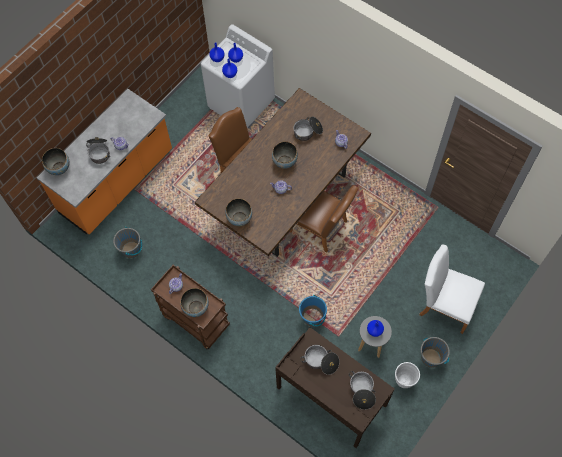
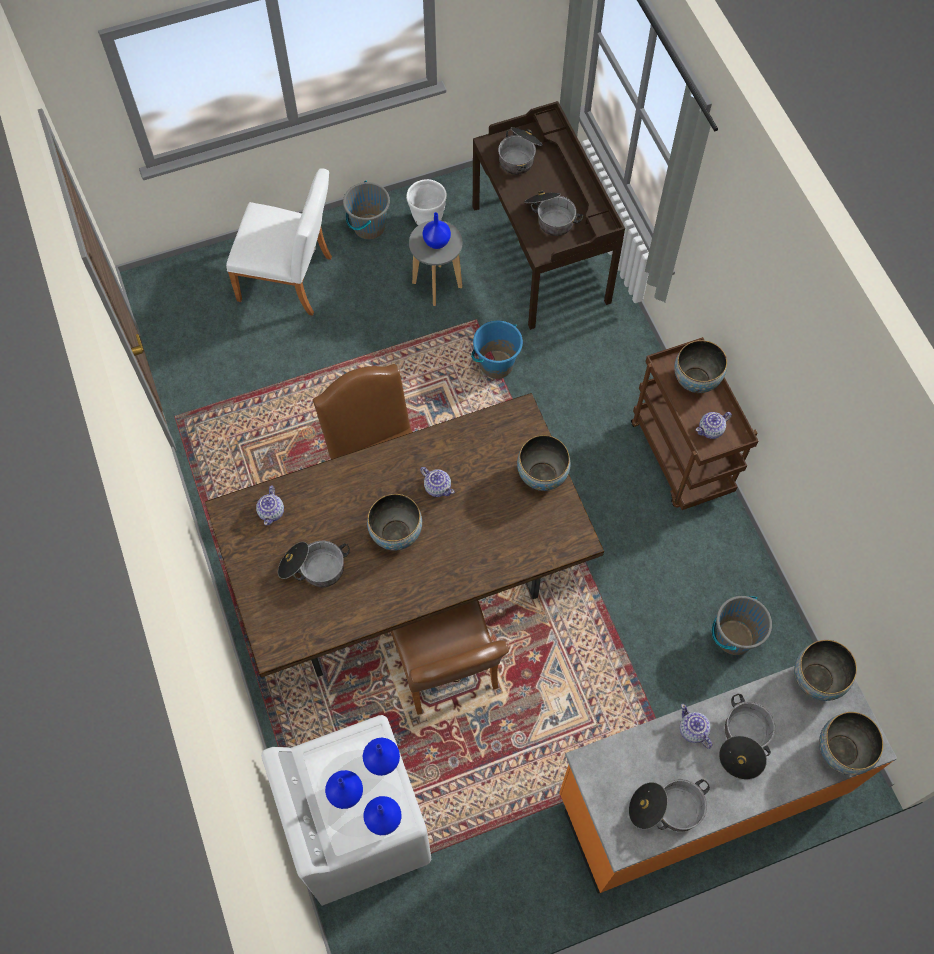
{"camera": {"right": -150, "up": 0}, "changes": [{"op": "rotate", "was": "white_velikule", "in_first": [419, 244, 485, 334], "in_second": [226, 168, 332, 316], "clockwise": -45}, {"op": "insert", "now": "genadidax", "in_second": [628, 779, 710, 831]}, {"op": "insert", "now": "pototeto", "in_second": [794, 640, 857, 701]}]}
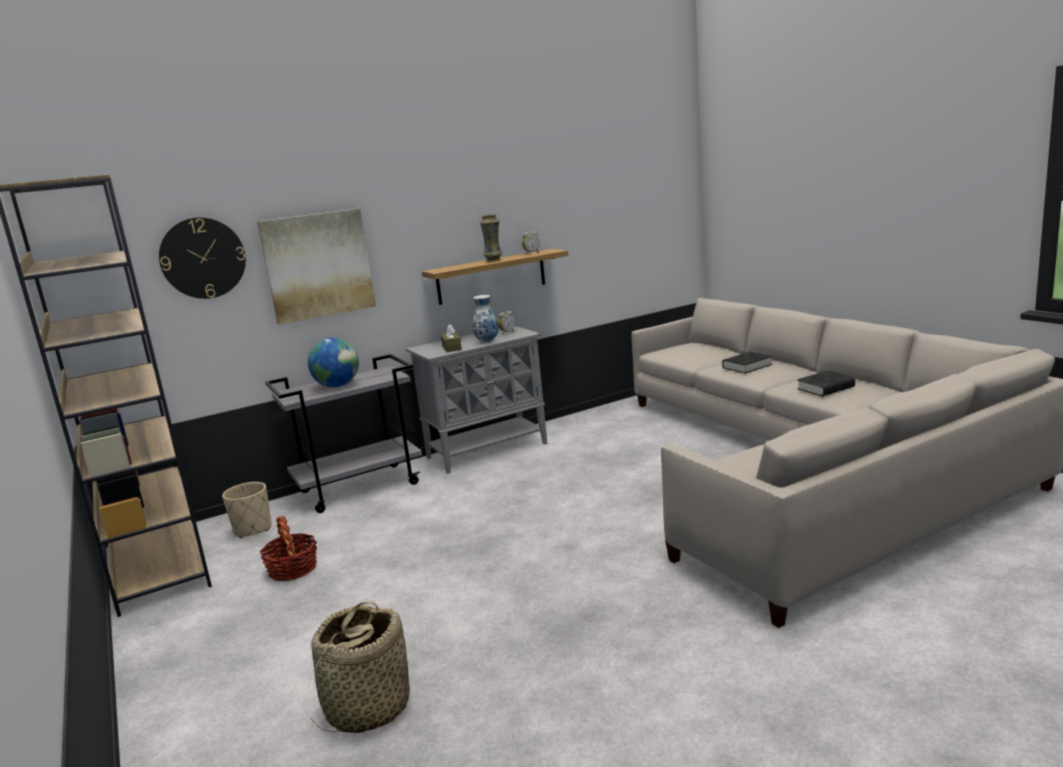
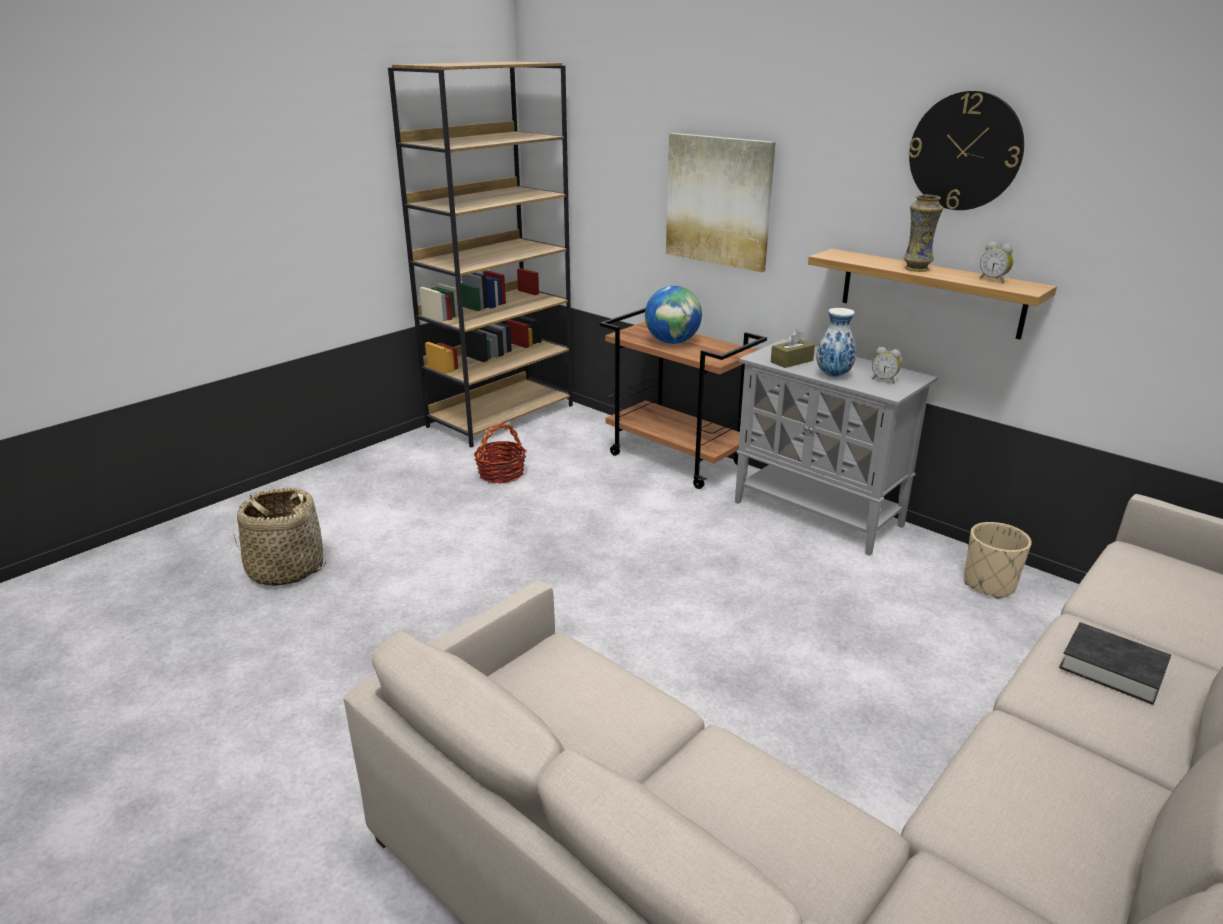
{"camera": {"right": 70, "up": 10}, "changes": [{"op": "move", "was": "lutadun", "in_first": [159, 218, 246, 299], "in_second": [909, 91, 1024, 210]}, {"op": "move", "was": "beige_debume", "in_first": [222, 482, 271, 538], "in_second": [964, 522, 1032, 599]}, {"op": "recolor", "was": "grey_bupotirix", "now": "brown_bupotirix", "in_first": [265, 354, 422, 513], "in_second": [600, 308, 767, 489]}, {"op": "delete", "was": "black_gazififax", "in_first": [797, 371, 855, 396]}]}
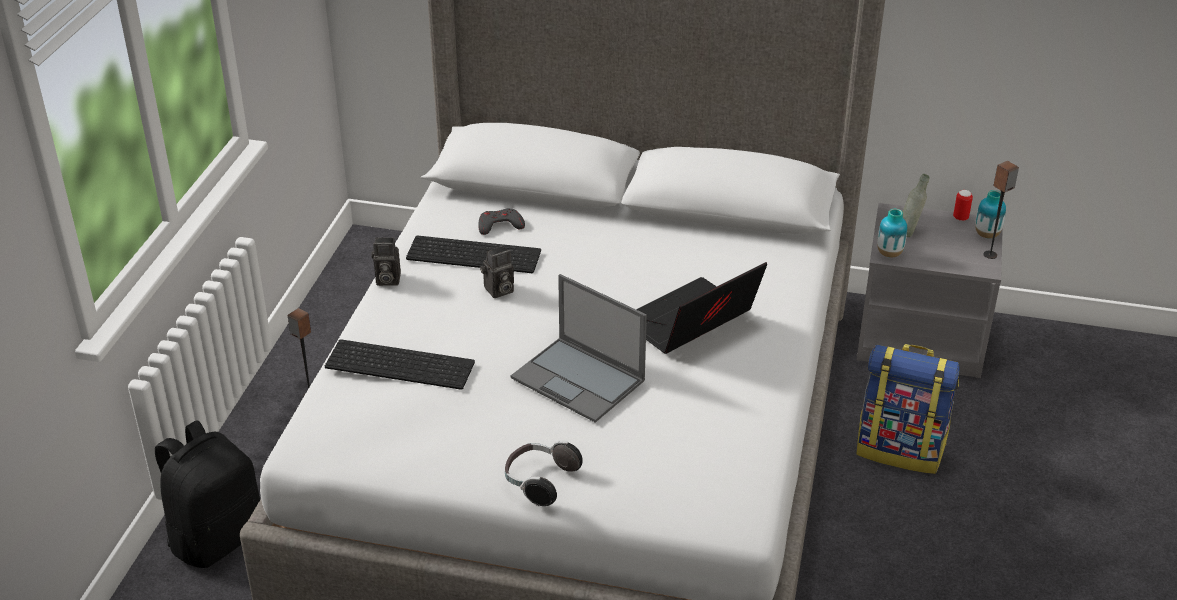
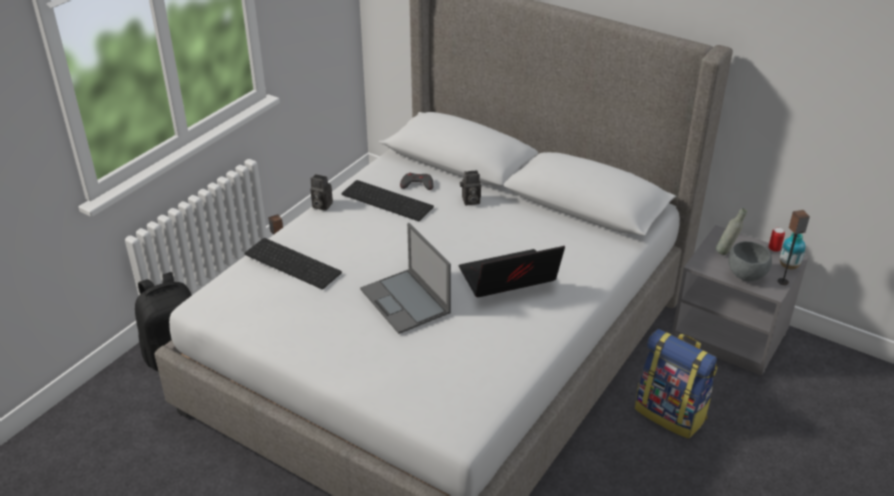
{"camera": {"right": 20, "up": 0}, "changes": [{"op": "move", "was": "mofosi", "in_first": [480, 245, 514, 298], "in_second": [460, 170, 481, 205]}, {"op": "delete", "was": "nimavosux", "in_first": [505, 440, 583, 506]}, {"op": "delete", "was": "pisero", "in_first": [877, 209, 907, 258]}, {"op": "insert", "now": "grey_pototeto", "in_second": [728, 241, 772, 281]}]}
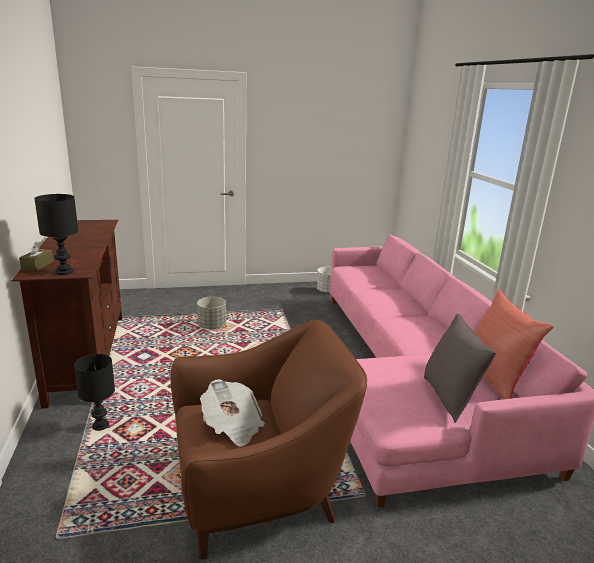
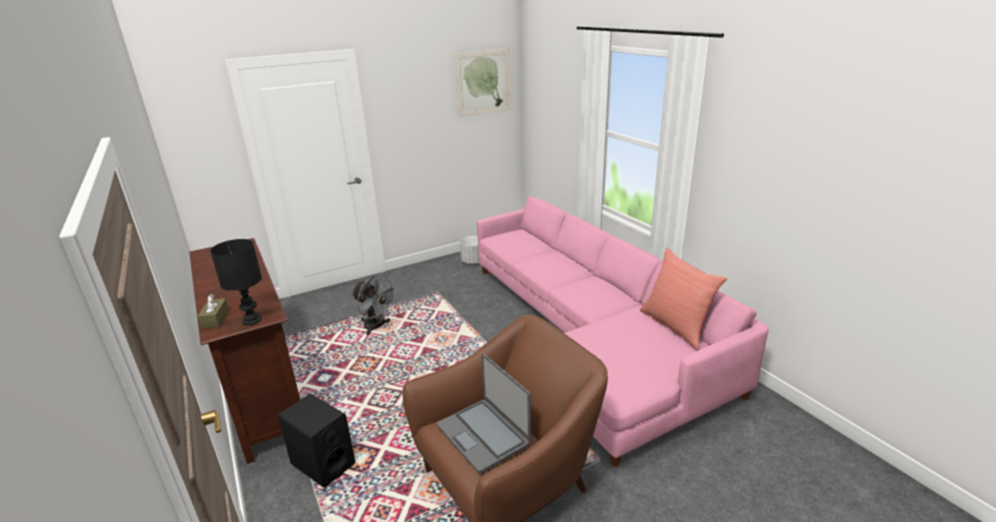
{"camera": {"right": -15, "up": 5}, "changes": [{"op": "replace", "was": "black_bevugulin", "now": "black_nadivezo", "in_first": [74, 354, 115, 431], "in_second": [278, 394, 355, 488]}, {"op": "replace", "was": "grey_debume", "now": "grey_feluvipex", "in_first": [197, 297, 226, 330], "in_second": [352, 275, 398, 335]}, {"op": "replace", "was": "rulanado", "now": "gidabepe", "in_first": [200, 379, 265, 447], "in_second": [437, 353, 531, 473]}, {"op": "delete", "was": "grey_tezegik", "in_first": [424, 314, 496, 423]}, {"op": "insert", "now": "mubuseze", "in_second": [455, 49, 511, 117]}]}
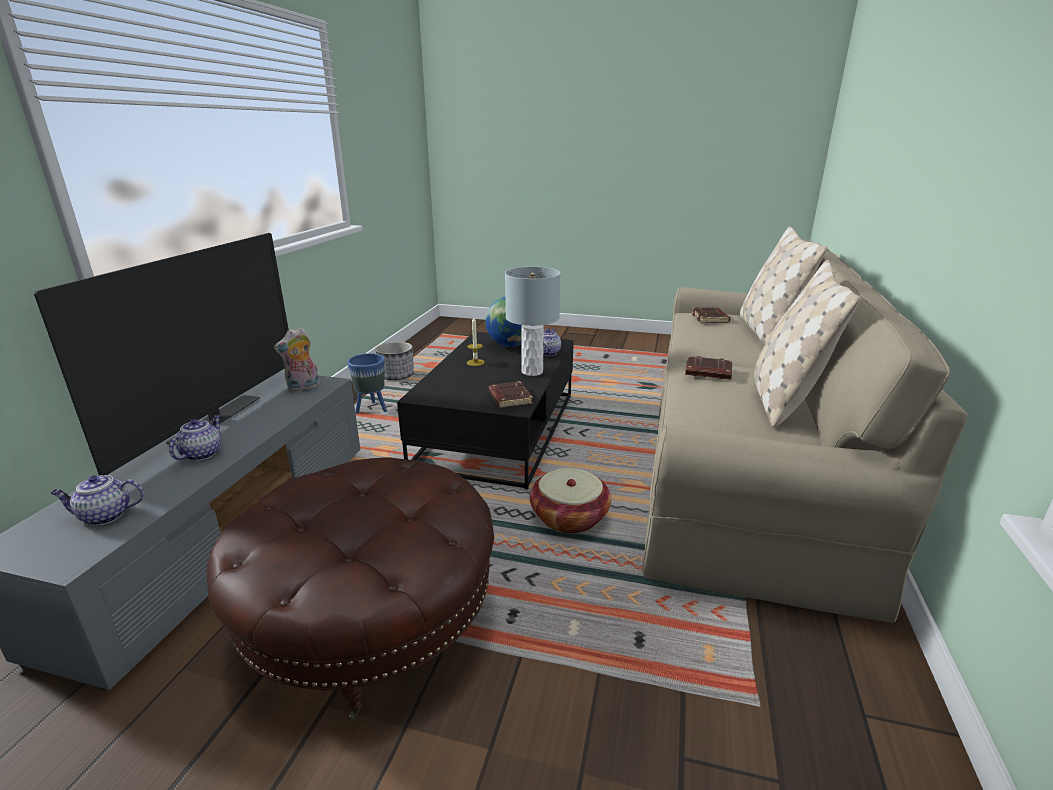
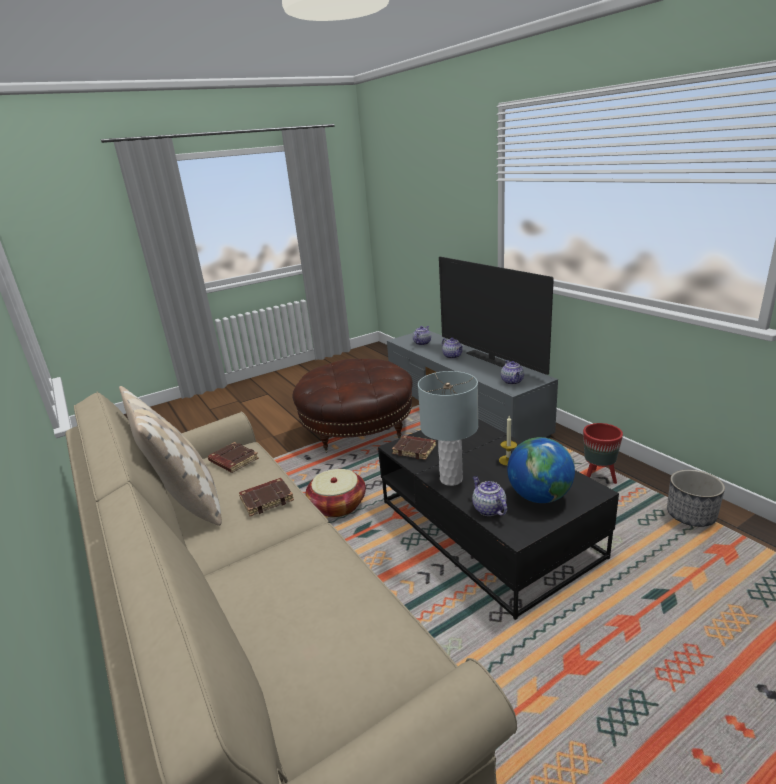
{"camera": {"right": 135, "up": 0}, "changes": [{"op": "replace", "was": "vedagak", "now": "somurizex", "in_first": [274, 327, 320, 392], "in_second": [501, 360, 524, 385]}, {"op": "recolor", "was": "blue_debume", "now": "red_debume", "in_first": [347, 353, 387, 414], "in_second": [583, 423, 623, 484]}, {"op": "move", "was": "brown_gazififax", "in_first": [691, 307, 730, 323], "in_second": [208, 442, 259, 473]}, {"op": "delete", "was": "beige_tezegik", "in_first": [740, 226, 828, 344]}]}
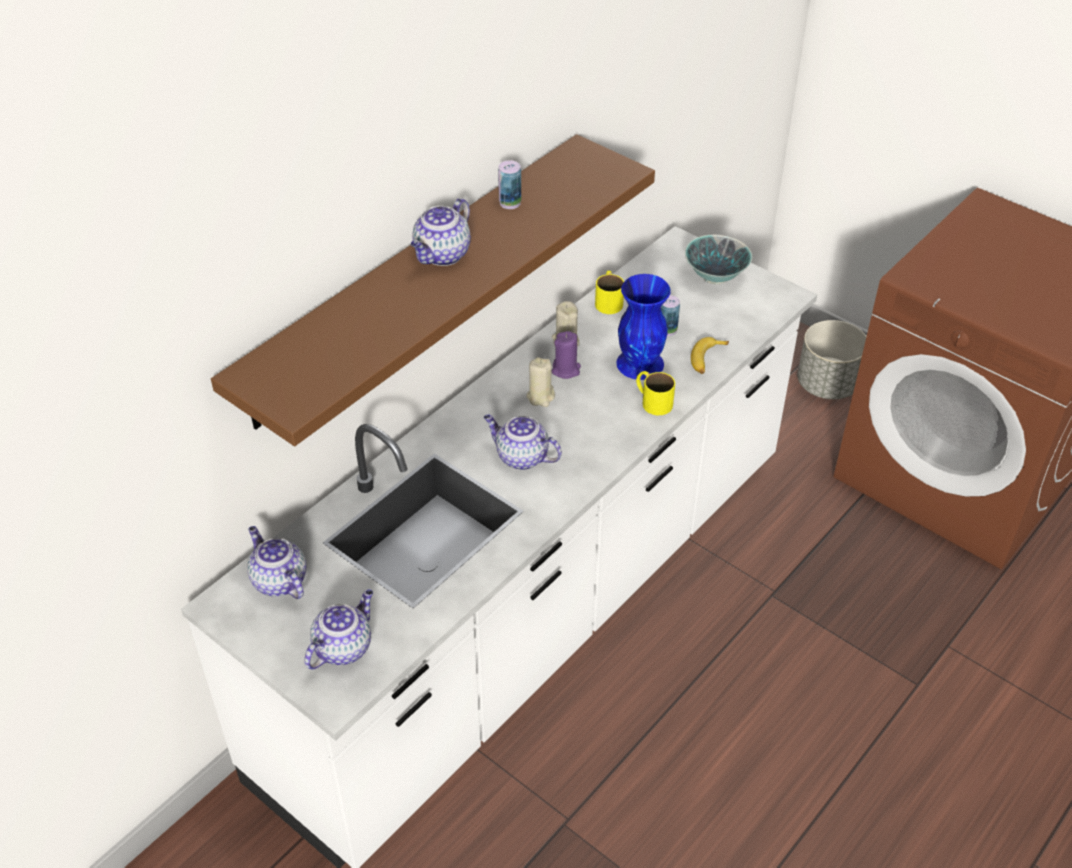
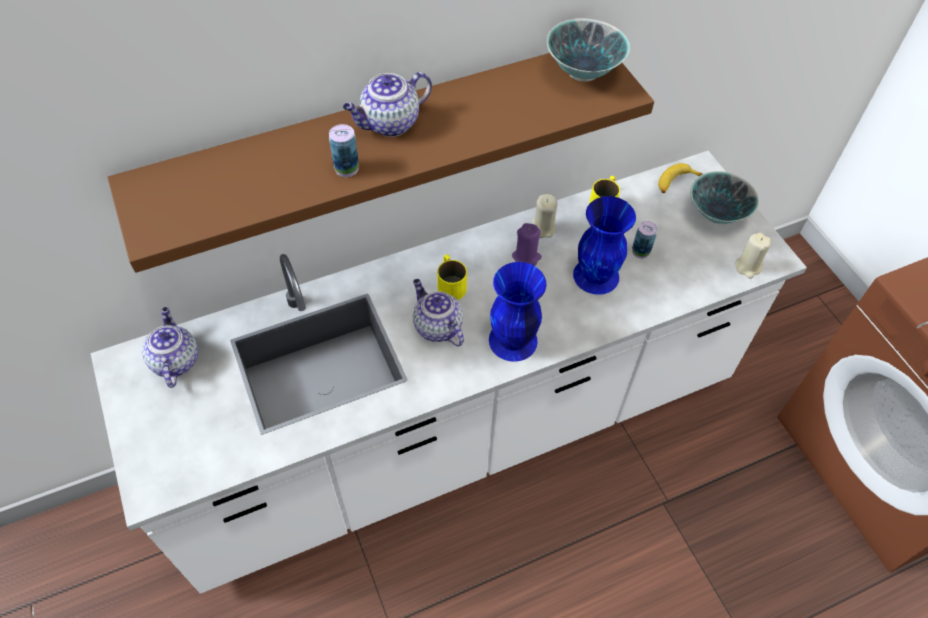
{"camera": {"right": 25, "up": 10}, "changes": [{"op": "delete", "was": "somurizex", "in_first": [304, 589, 373, 669]}, {"op": "move", "was": "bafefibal", "in_first": [498, 160, 521, 209], "in_second": [329, 124, 359, 177]}, {"op": "move", "was": "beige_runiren", "in_first": [527, 357, 555, 407], "in_second": [735, 233, 771, 279]}, {"op": "move", "was": "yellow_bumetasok", "in_first": [636, 371, 675, 415], "in_second": [437, 254, 467, 300]}, {"op": "move", "was": "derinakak", "in_first": [691, 337, 729, 374], "in_second": [658, 163, 703, 193]}, {"op": "delete", "was": "grey_debume", "in_first": [797, 320, 867, 399]}, {"op": "insert", "now": "blue_pisero", "in_second": [489, 262, 546, 362]}, {"op": "insert", "now": "pototeto", "in_second": [547, 18, 630, 82]}]}
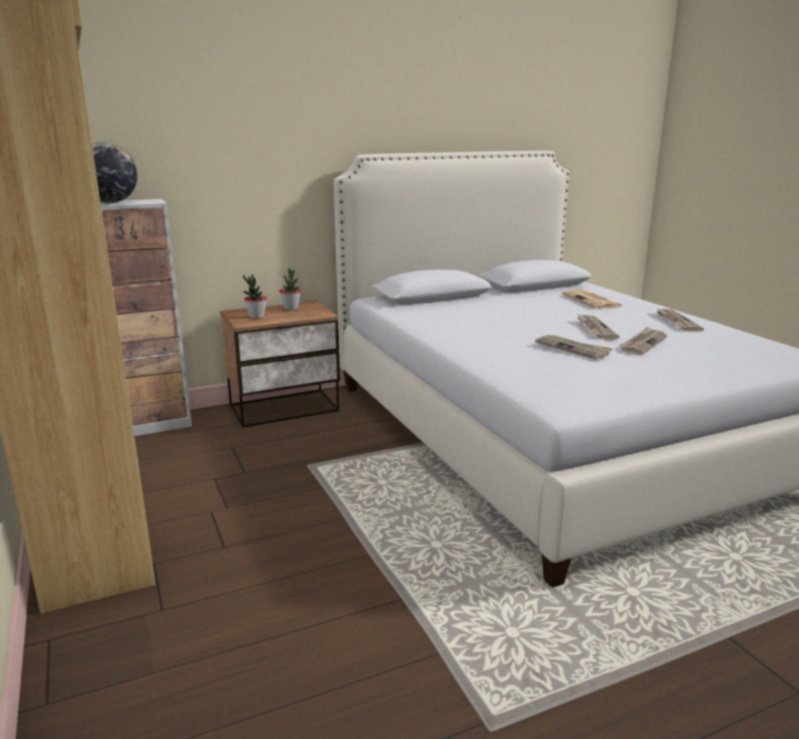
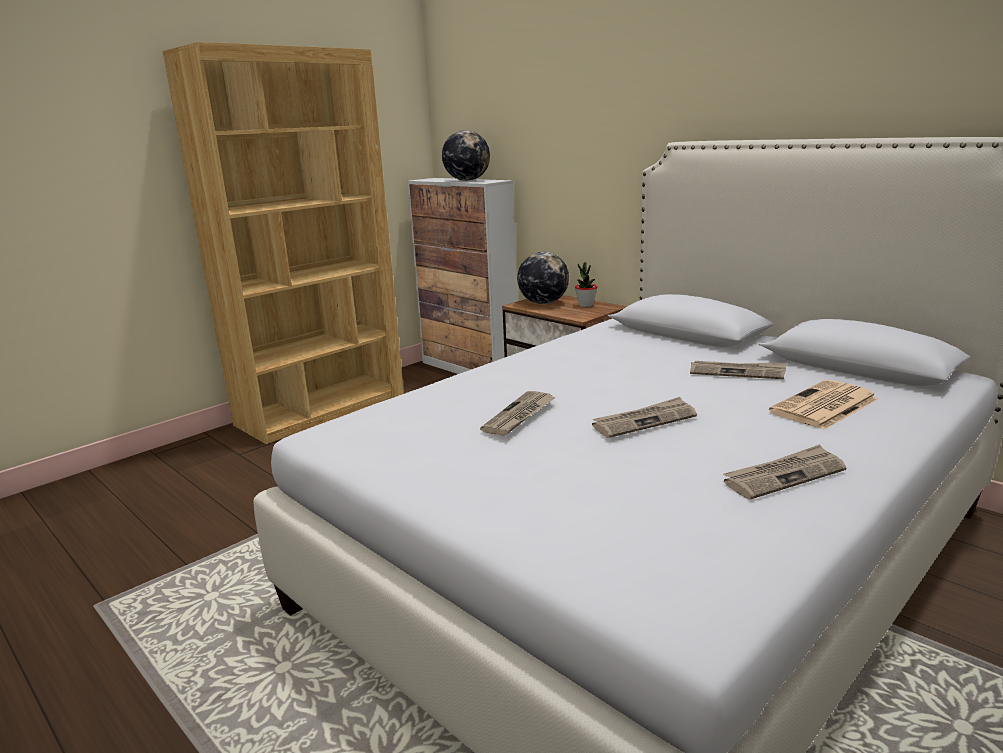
{"camera": {"right": 70, "up": 0}, "changes": [{"op": "replace", "was": "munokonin", "now": "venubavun", "in_first": [243, 275, 267, 319], "in_second": [517, 252, 569, 304]}, {"op": "move", "was": "rulanado", "in_first": [619, 327, 667, 354], "in_second": [690, 361, 786, 379]}]}
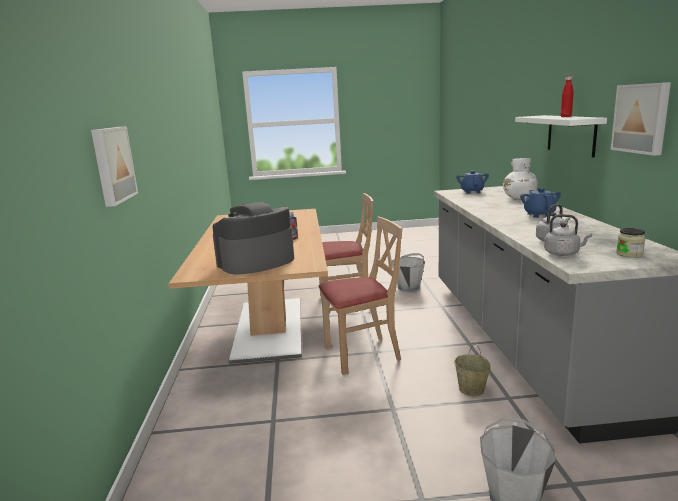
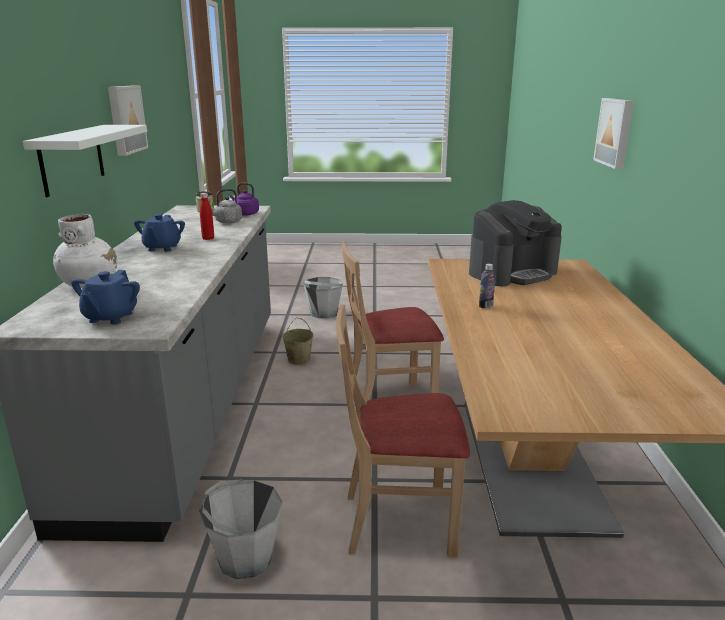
{"camera": {"right": -175, "up": 5}, "changes": [{"op": "recolor", "was": "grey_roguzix", "now": "purple_roguzix", "in_first": [544, 214, 592, 256], "in_second": [230, 183, 259, 215]}, {"op": "move", "was": "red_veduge", "in_first": [561, 76, 573, 117], "in_second": [200, 193, 214, 240]}]}
